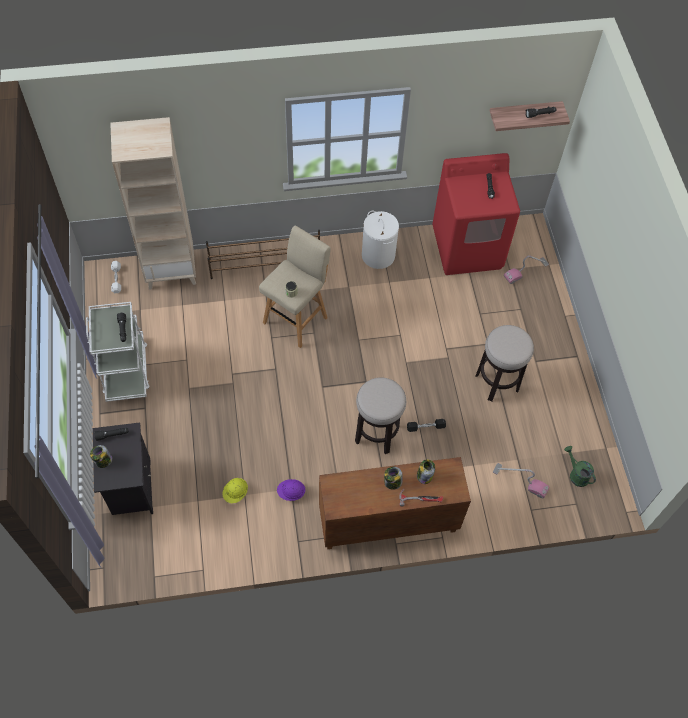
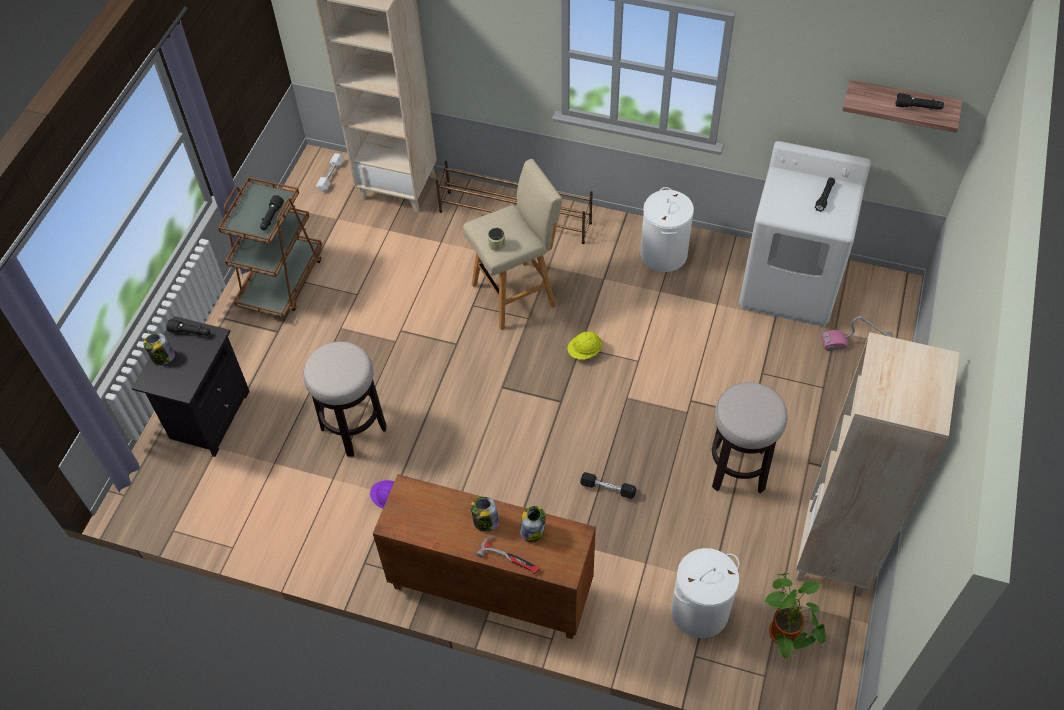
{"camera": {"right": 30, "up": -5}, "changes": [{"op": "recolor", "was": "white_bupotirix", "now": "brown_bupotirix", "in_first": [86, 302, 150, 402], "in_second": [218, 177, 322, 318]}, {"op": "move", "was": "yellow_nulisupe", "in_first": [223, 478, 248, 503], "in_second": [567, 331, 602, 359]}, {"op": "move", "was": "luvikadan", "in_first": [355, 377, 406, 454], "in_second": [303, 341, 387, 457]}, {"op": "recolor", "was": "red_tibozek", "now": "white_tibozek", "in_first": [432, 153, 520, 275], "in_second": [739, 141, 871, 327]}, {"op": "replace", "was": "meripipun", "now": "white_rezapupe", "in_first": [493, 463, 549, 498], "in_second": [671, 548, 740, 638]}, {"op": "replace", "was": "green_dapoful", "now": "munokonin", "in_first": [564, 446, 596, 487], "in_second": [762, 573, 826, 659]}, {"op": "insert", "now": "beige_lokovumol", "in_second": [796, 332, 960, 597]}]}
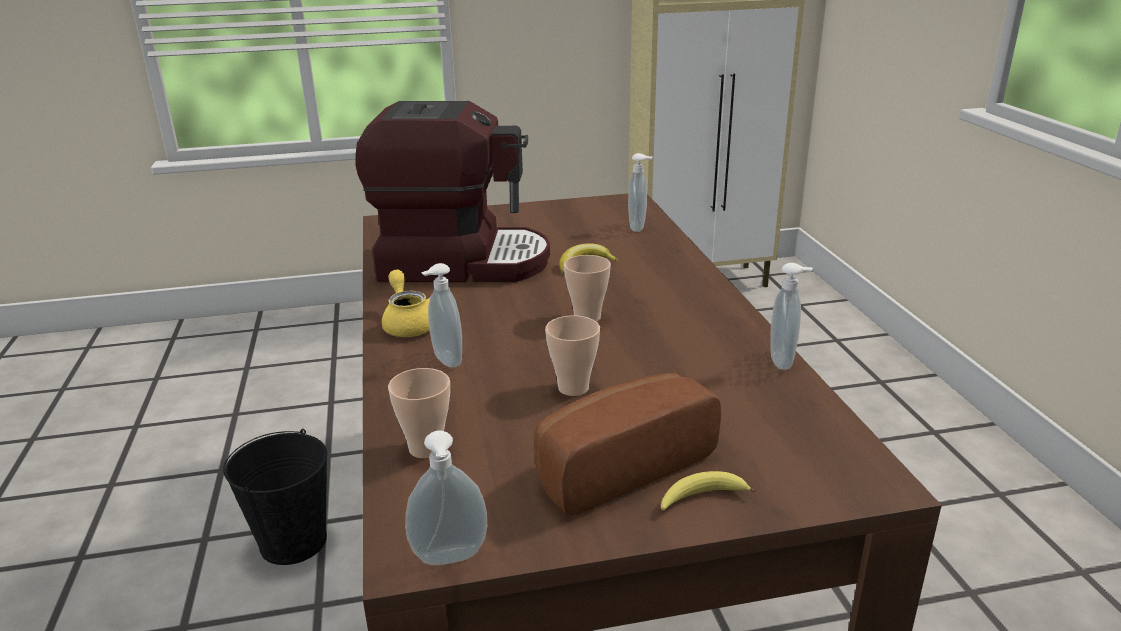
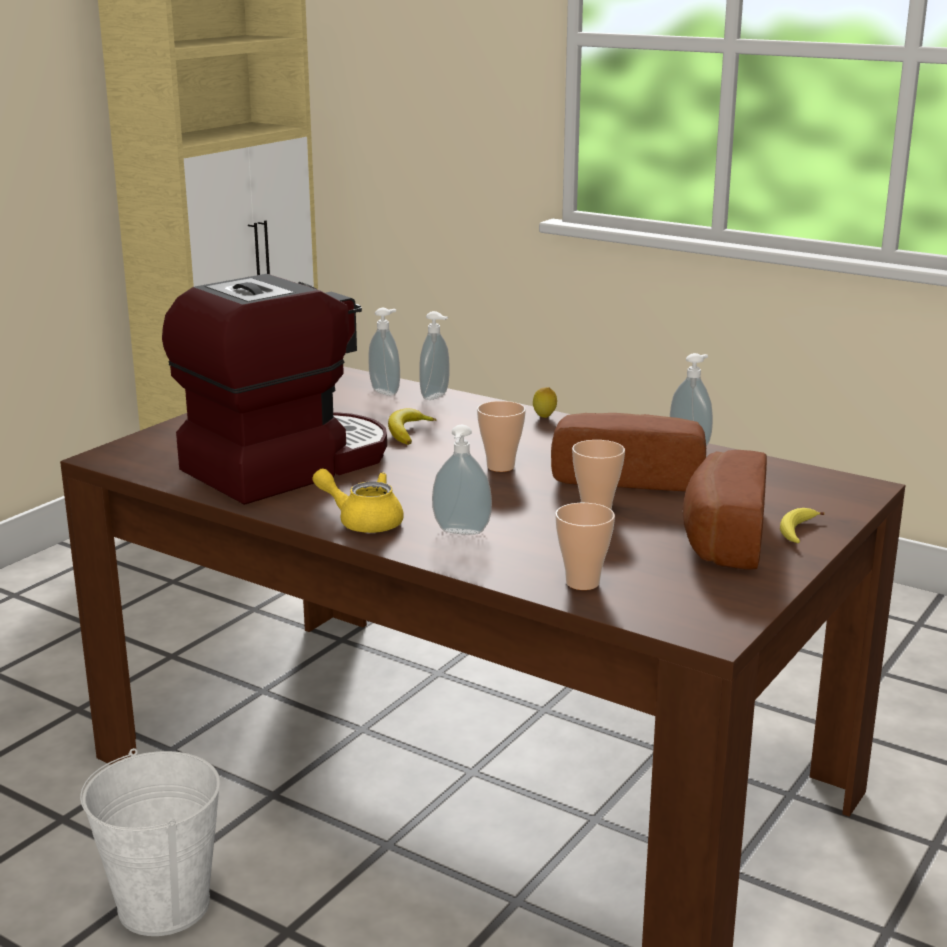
{"camera": {"right": -45, "up": -5}, "changes": [{"op": "recolor", "was": "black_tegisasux", "now": "white_tegisasux", "in_first": [223, 429, 327, 565], "in_second": [80, 748, 220, 936]}, {"op": "move", "was": "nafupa", "in_first": [405, 431, 487, 565], "in_second": [419, 311, 450, 400]}, {"op": "insert", "now": "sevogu", "in_second": [533, 387, 557, 418]}, {"op": "insert", "now": "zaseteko", "in_second": [551, 413, 706, 491]}]}
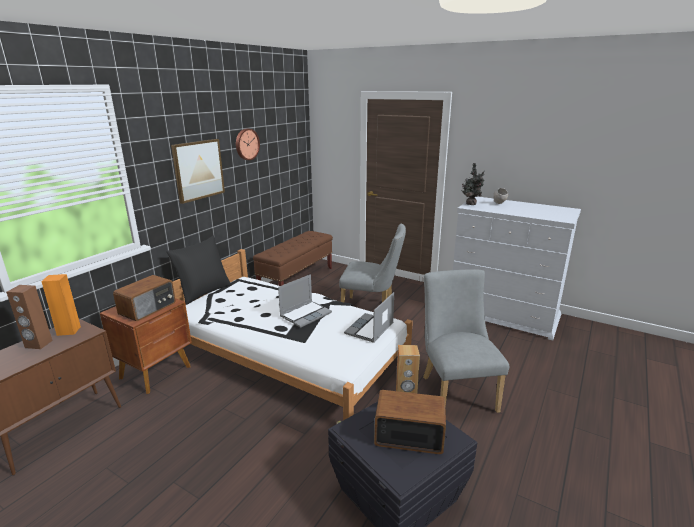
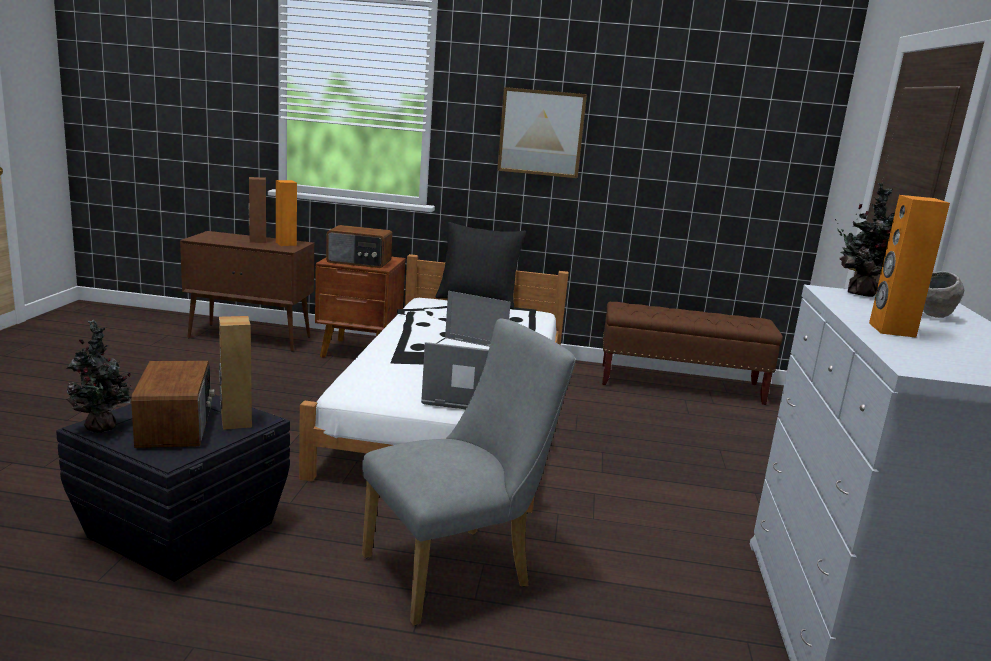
{"camera": {"right": 65, "up": -5}, "changes": [{"op": "delete", "was": "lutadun", "in_first": [236, 129, 260, 160]}, {"op": "delete", "was": "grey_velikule", "in_first": [339, 224, 406, 303]}, {"op": "insert", "now": "munokonin", "in_second": [66, 320, 132, 433]}, {"op": "insert", "now": "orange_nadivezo", "in_second": [869, 195, 950, 338]}]}
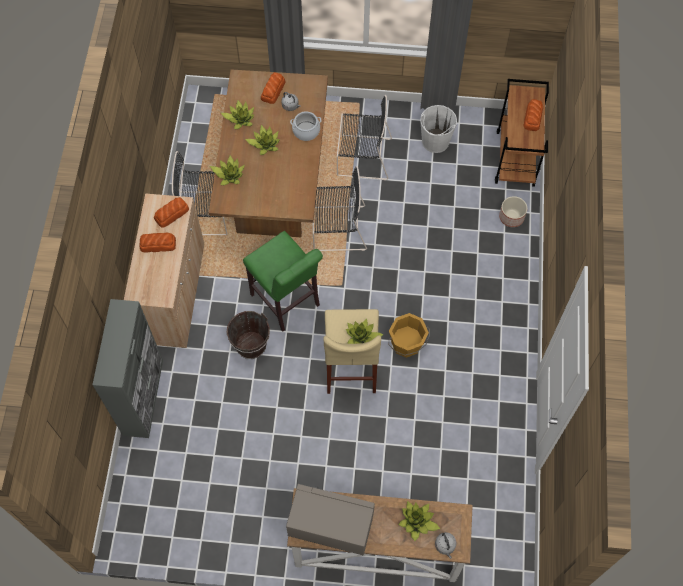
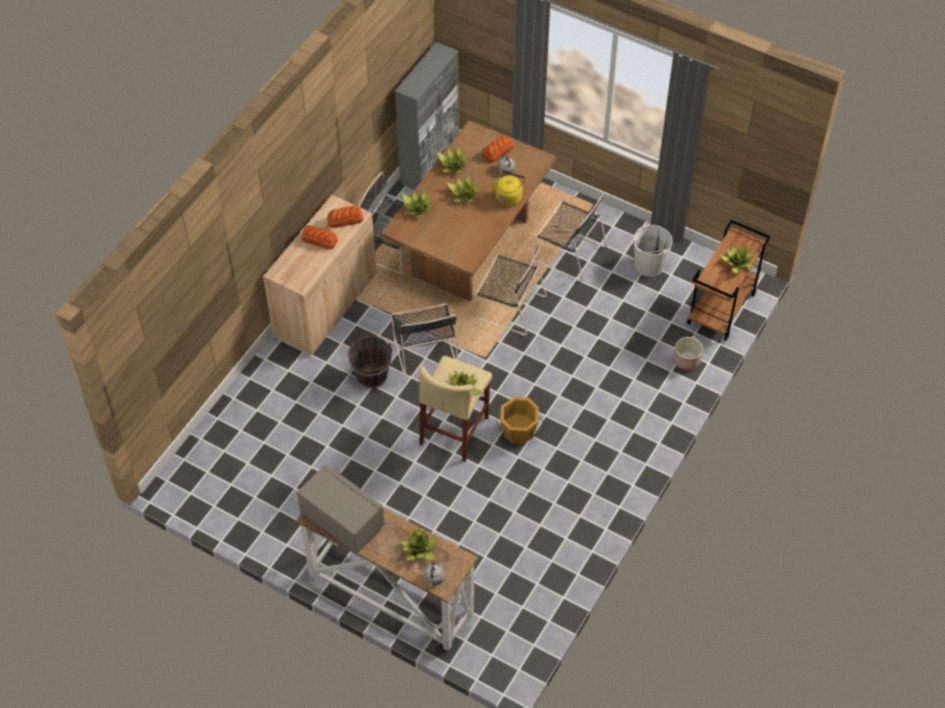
{"camera": {"right": 25, "up": -10}, "changes": [{"op": "move", "was": "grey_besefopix", "in_first": [92, 299, 163, 438], "in_second": [395, 42, 459, 190]}, {"op": "replace", "was": "green_luvikadan", "now": "black_velikule", "in_first": [243, 231, 323, 332], "in_second": [391, 303, 458, 382]}, {"op": "replace", "was": "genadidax", "now": "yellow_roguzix", "in_first": [290, 111, 321, 141], "in_second": [491, 171, 526, 206]}, {"op": "replace", "was": "zaseteko", "now": "munokonin", "in_first": [524, 99, 543, 131], "in_second": [721, 244, 755, 273]}]}
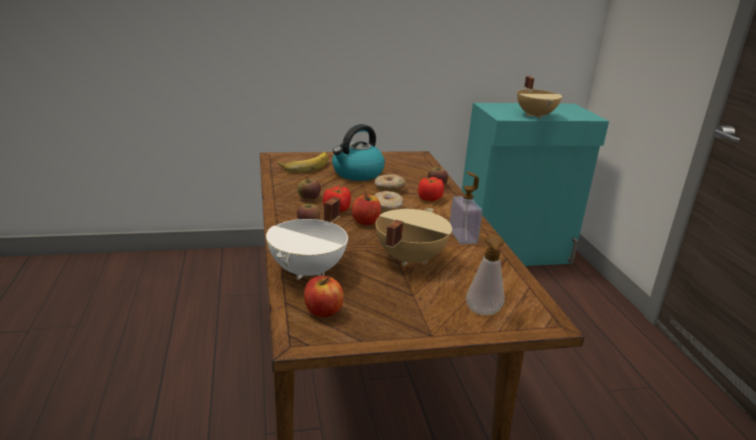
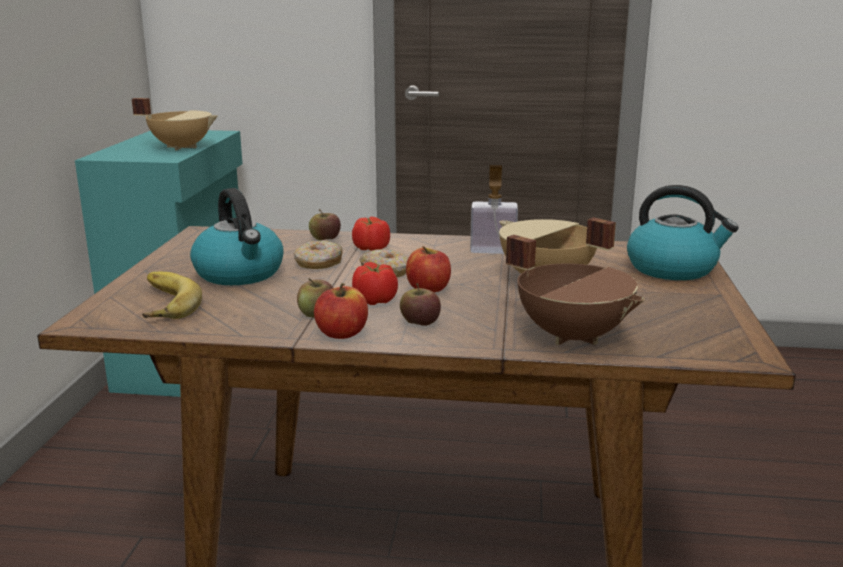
{"camera": {"right": -70, "up": -5}, "changes": [{"op": "recolor", "was": "white_genadidax", "now": "brown_genadidax", "in_first": [266, 197, 348, 280], "in_second": [506, 235, 645, 345]}, {"op": "move", "was": "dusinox", "in_first": [304, 276, 344, 317], "in_second": [314, 283, 368, 339]}, {"op": "replace", "was": "nafupa", "now": "roguzix", "in_first": [466, 234, 505, 315], "in_second": [627, 185, 739, 280]}]}
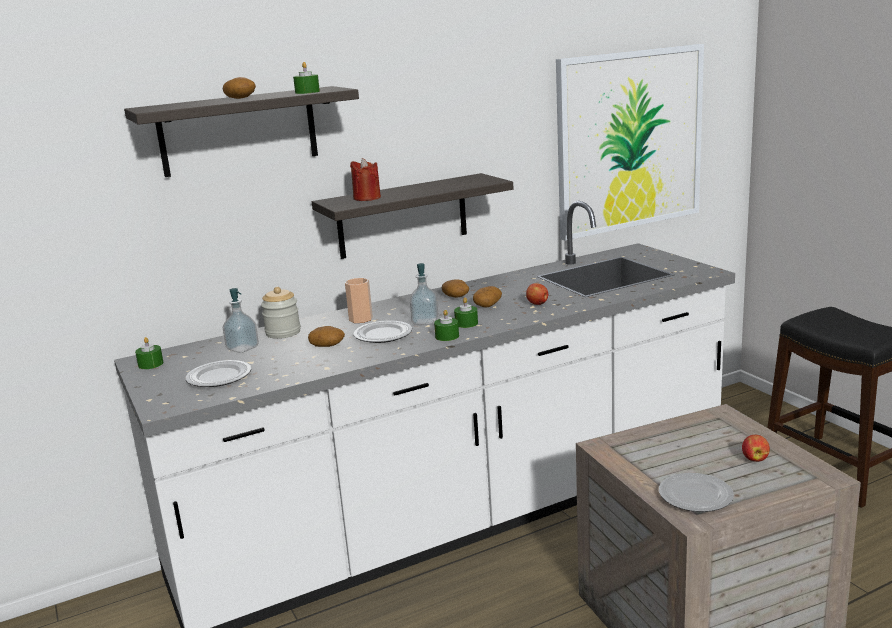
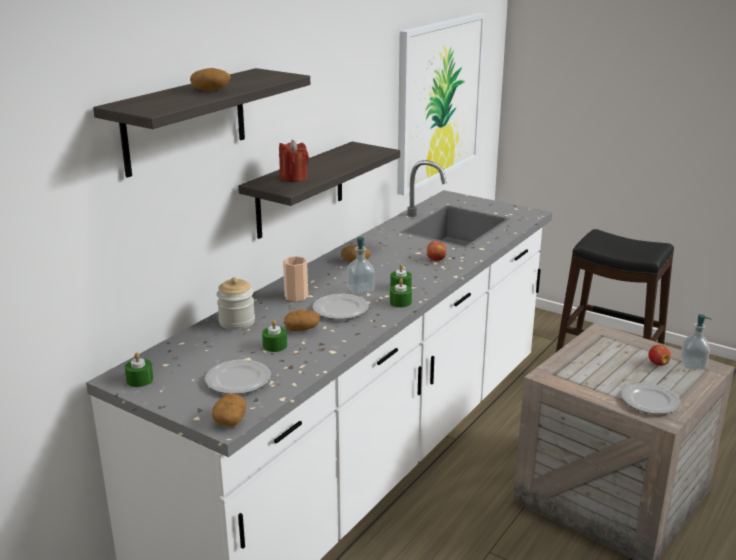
{"camera": {"right": -30, "up": 5}, "changes": [{"op": "move", "was": "nafupa", "in_first": [223, 288, 259, 353], "in_second": [680, 314, 711, 370]}, {"op": "move", "was": "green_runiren", "in_first": [293, 62, 320, 94], "in_second": [262, 320, 287, 352]}, {"op": "move", "was": "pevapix", "in_first": [473, 286, 502, 307], "in_second": [212, 394, 246, 426]}]}
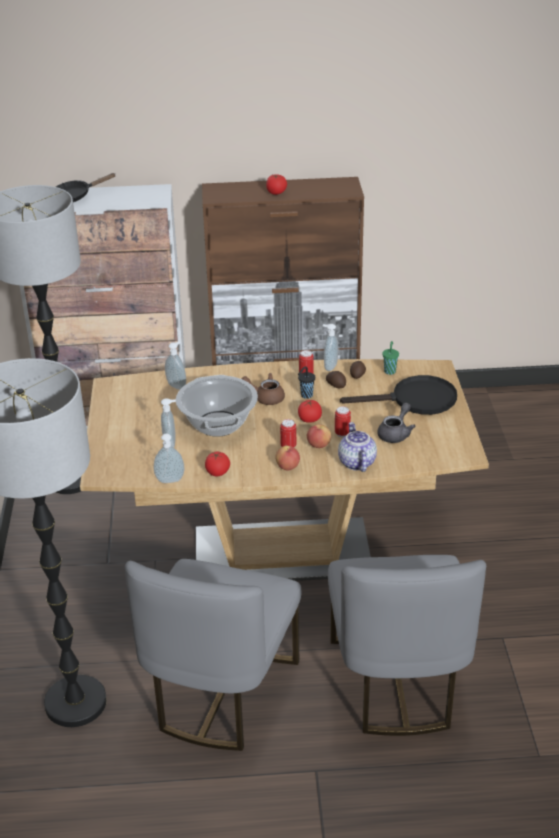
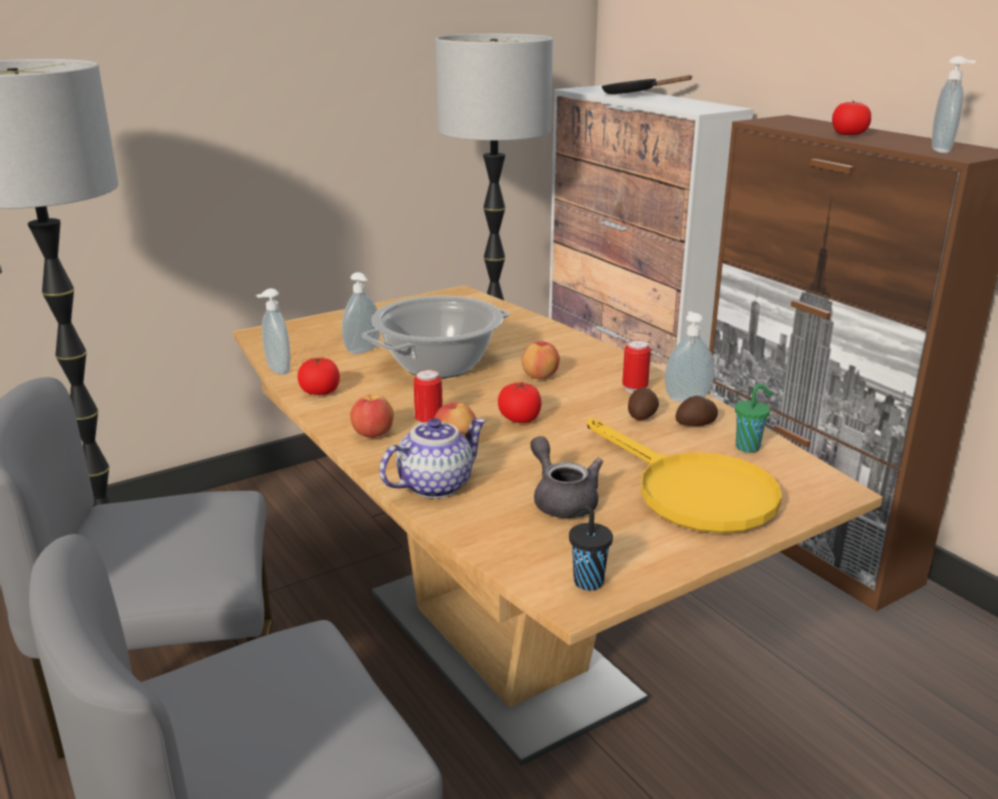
{"camera": {"right": 60, "up": -10}, "changes": [{"op": "move", "was": "nafupa", "in_first": [165, 341, 186, 390], "in_second": [932, 56, 976, 153]}, {"op": "replace", "was": "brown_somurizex", "now": "dusinox", "in_first": [241, 373, 285, 405], "in_second": [521, 340, 560, 379]}, {"op": "move", "was": "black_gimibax", "in_first": [298, 366, 315, 399], "in_second": [567, 505, 613, 591]}, {"op": "delete", "was": "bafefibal", "in_first": [335, 406, 351, 437]}, {"op": "recolor", "was": "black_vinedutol", "now": "yellow_vinedutol", "in_first": [340, 375, 457, 415], "in_second": [587, 418, 782, 533]}, {"op": "rotate", "was": "grey_somurizex", "in_first": [377, 402, 415, 443], "in_second": [530, 436, 603, 518], "clockwise": -120}]}
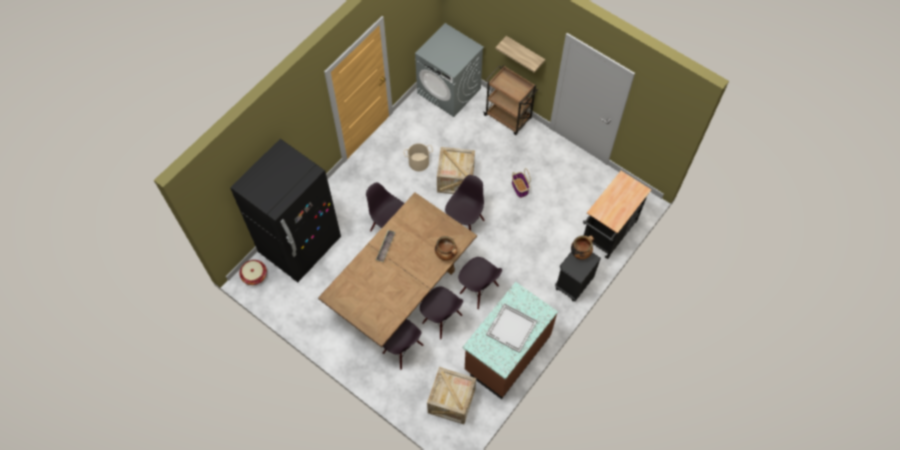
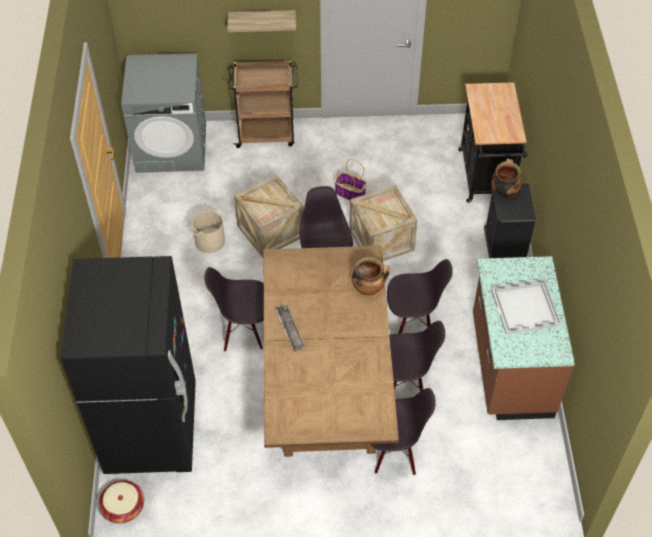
{"camera": {"right": -40, "up": -10}, "changes": [{"op": "move", "was": "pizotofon", "in_first": [427, 367, 476, 424], "in_second": [349, 185, 418, 261]}]}
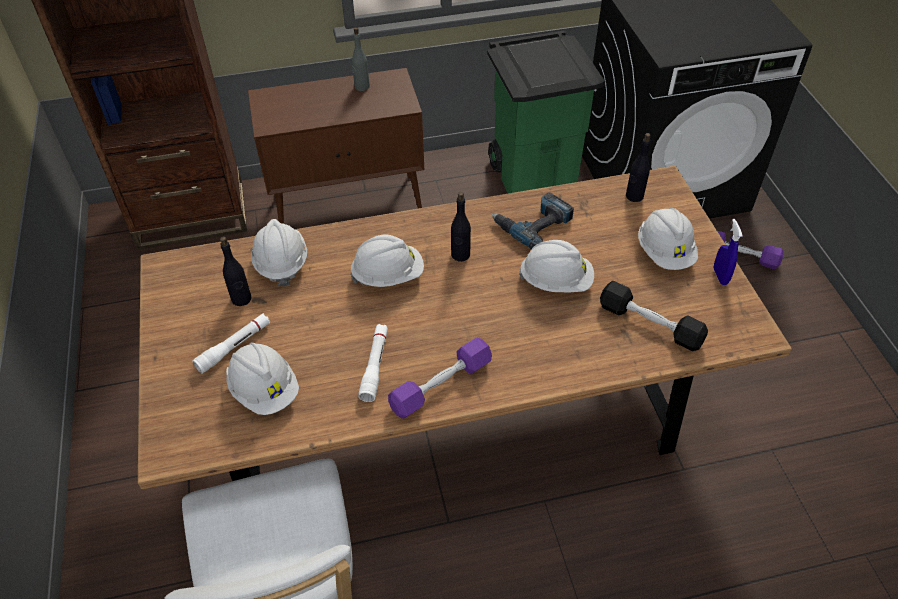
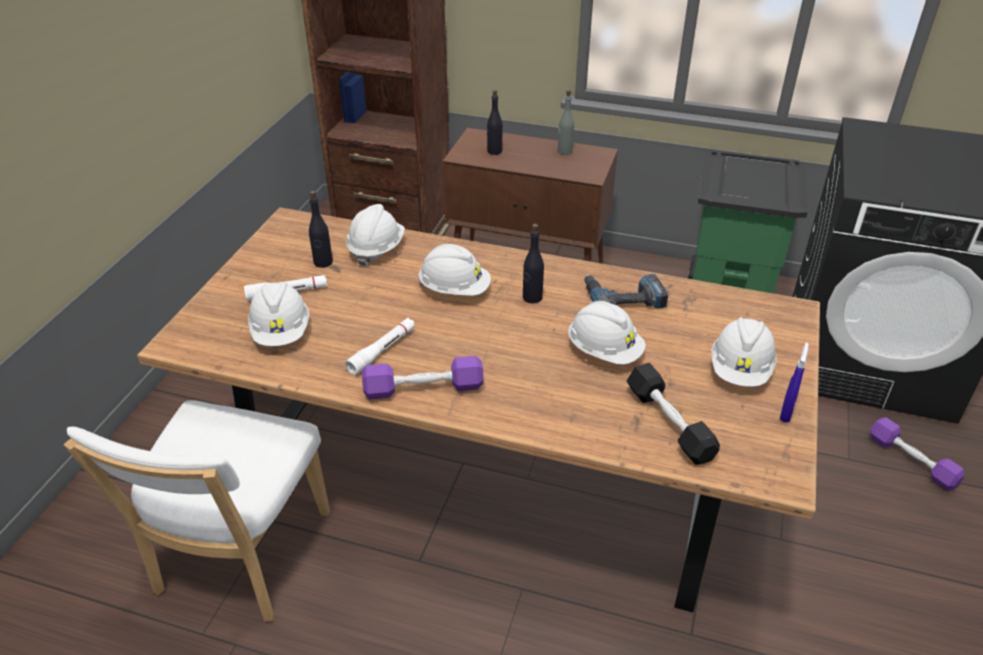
{"camera": {"right": 30, "up": -10}, "changes": [{"op": "move", "was": "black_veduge", "in_first": [626, 133, 651, 202], "in_second": [487, 90, 502, 155]}]}
